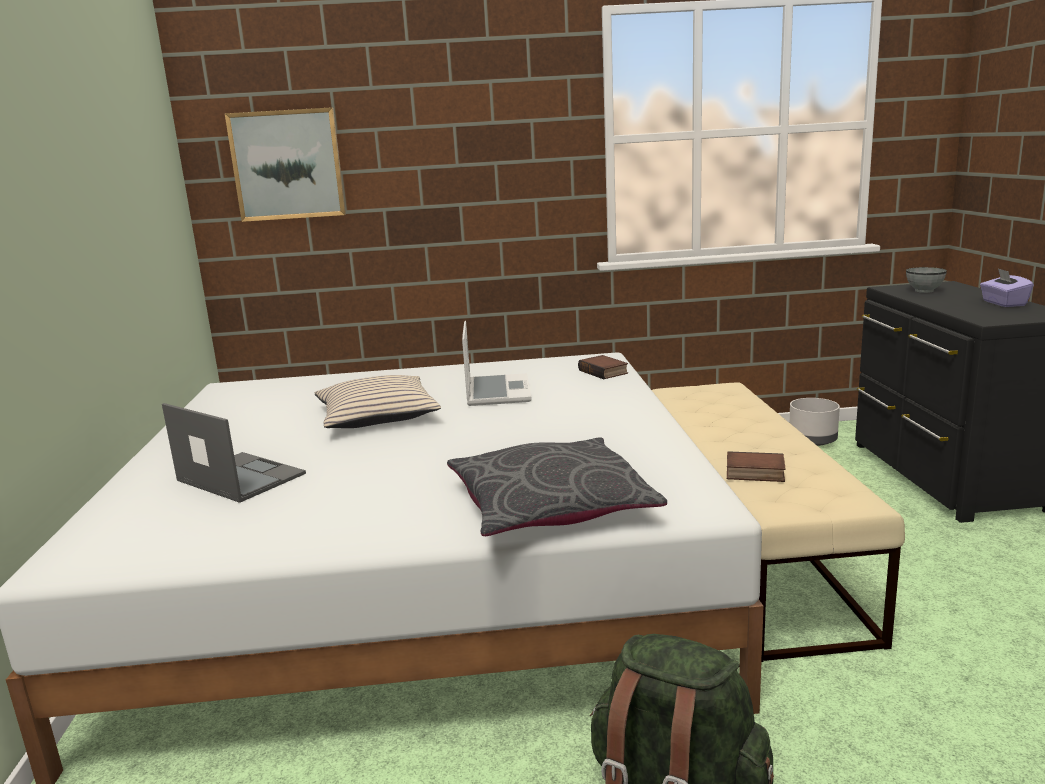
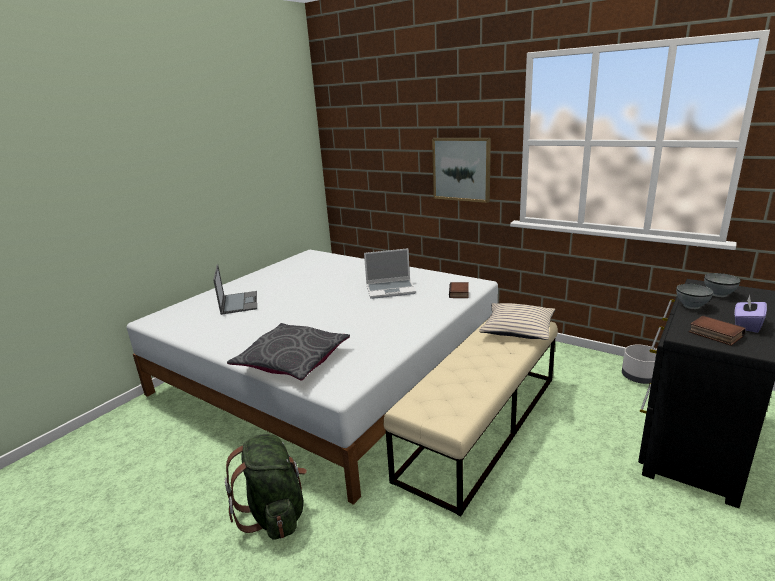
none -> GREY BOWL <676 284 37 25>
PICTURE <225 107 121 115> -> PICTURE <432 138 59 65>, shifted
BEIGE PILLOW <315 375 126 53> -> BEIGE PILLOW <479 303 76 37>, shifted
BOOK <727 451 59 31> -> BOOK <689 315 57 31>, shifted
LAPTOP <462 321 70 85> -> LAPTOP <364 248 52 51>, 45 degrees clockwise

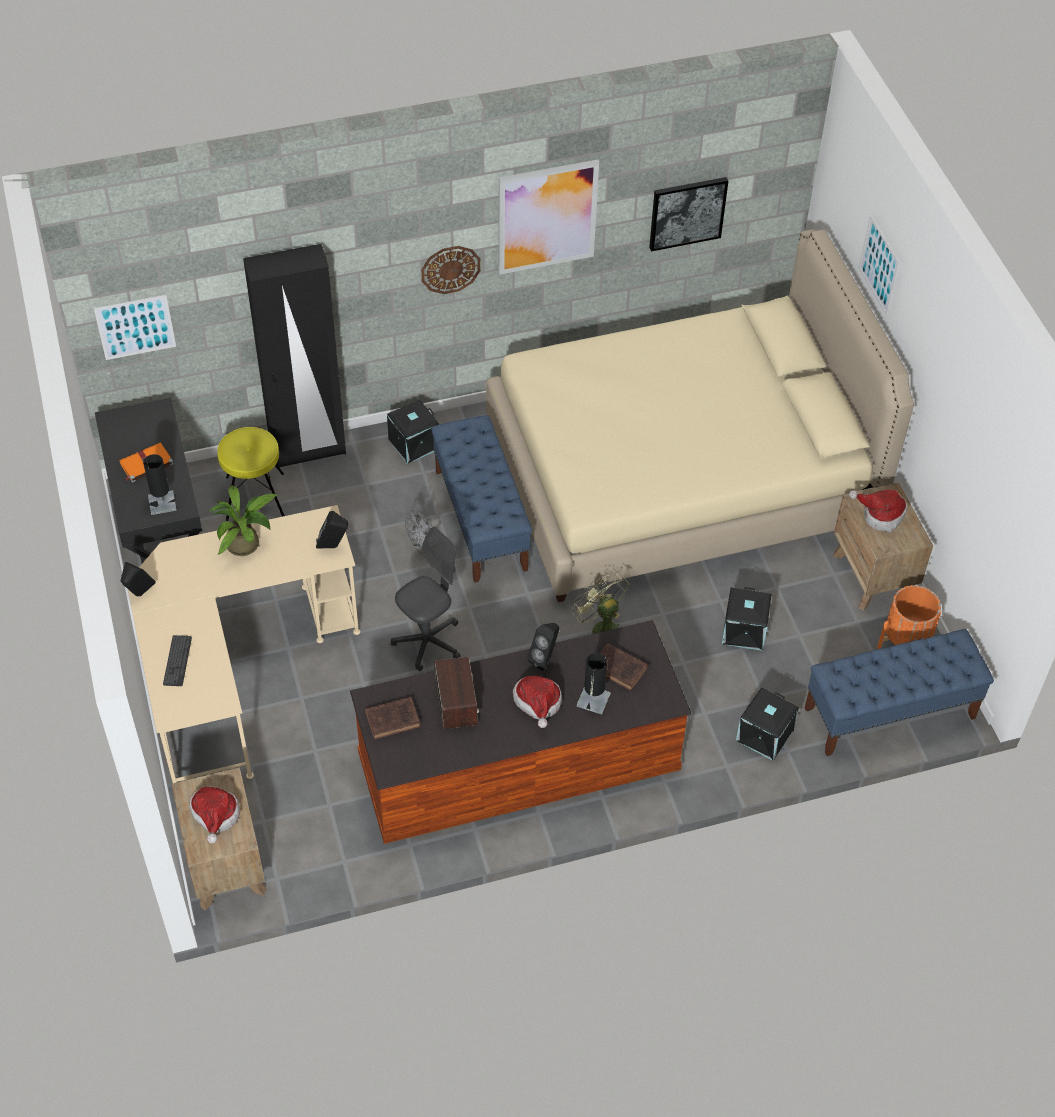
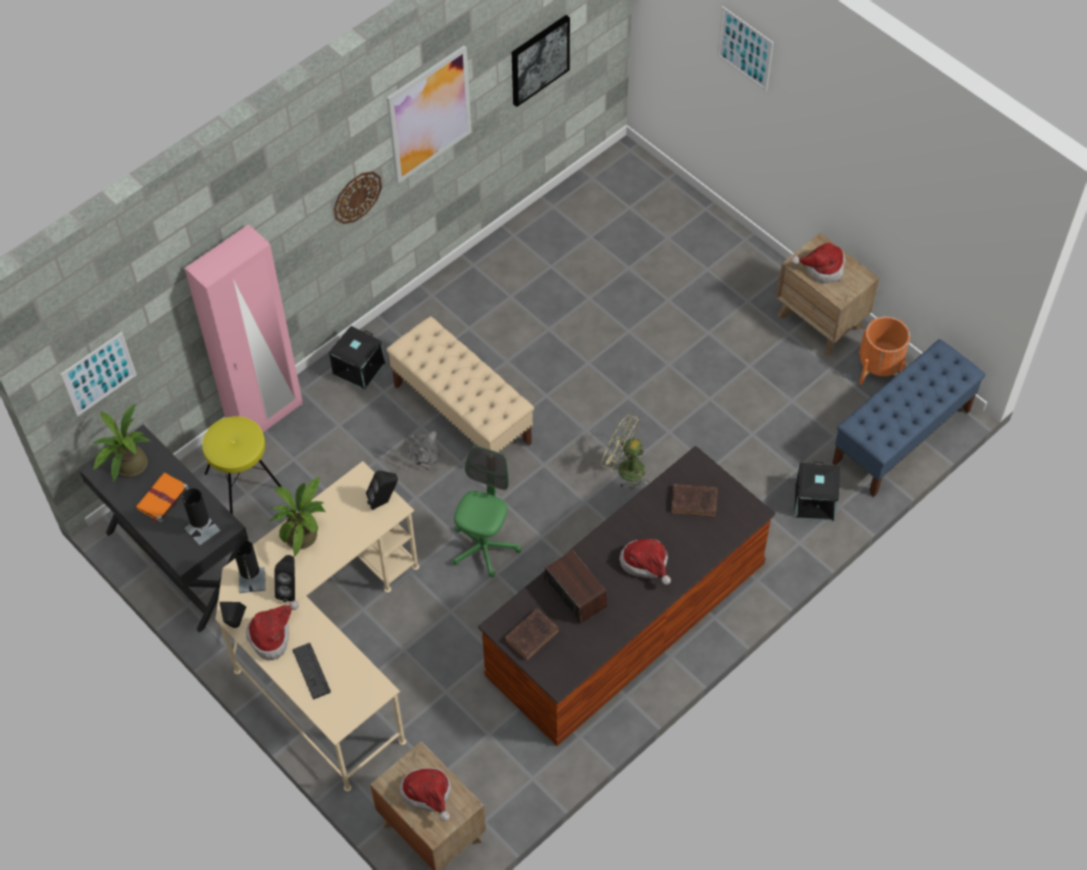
BEIGE BED <486 230 428 372> -> none
BLACK STORAGE BOX <722 587 50 64> -> none
none -> POTTED PLANT <93 404 59 79>
none -> HAT <246 601 53 59>
BLACK SPEAKER <527 623 33 48> -> BLACK SPEAKER <275 555 20 47>, shifted
BLACK TABLE LAMP <576 653 35 61> -> BLACK TABLE LAMP <233 540 33 53>, shifted
BLACK WARDROBE <243 244 103 223> -> PINK WARDROBE <185 224 117 208>
GREY OFFICE CHAIR <391 527 70 144> -> GREEN OFFICE CHAIR <453 445 68 133>
BLUE BENCH <431 415 101 168> -> BEIGE BENCH <386 317 148 135>

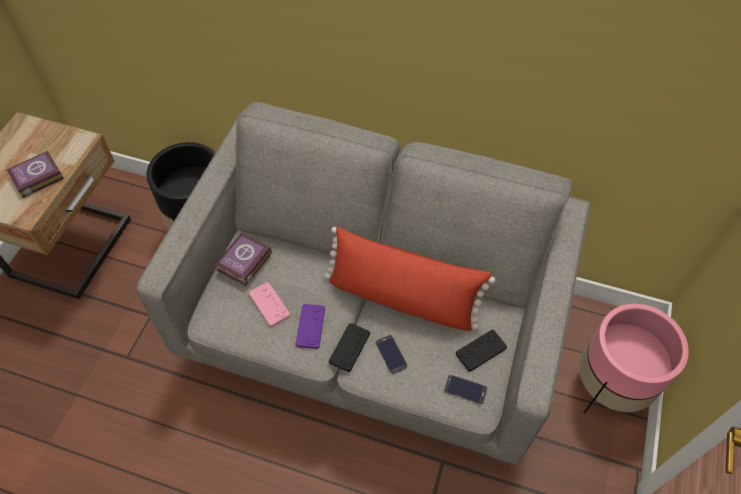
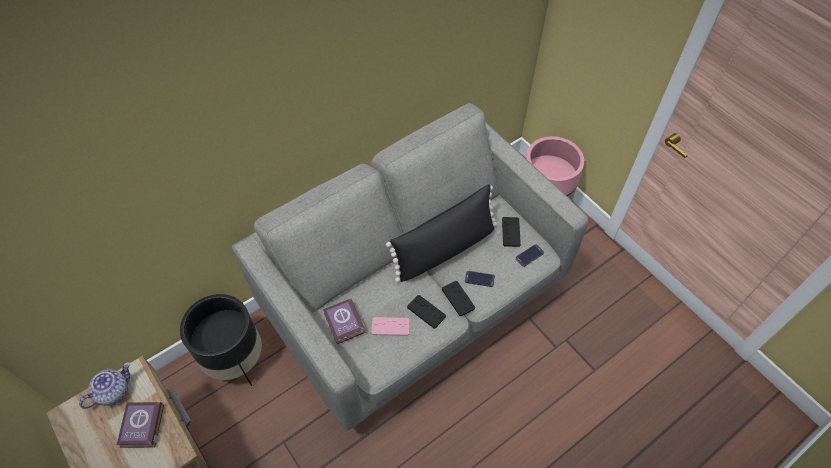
none -> TEAPOT <79 362 51 47>
PURPLE GAME CONTROLLER <295 304 30 45> -> BLACK GAME CONTROLLER <407 295 39 33>
RED PILLOW <324 227 171 104> -> BLACK PILLOW <386 184 111 98>

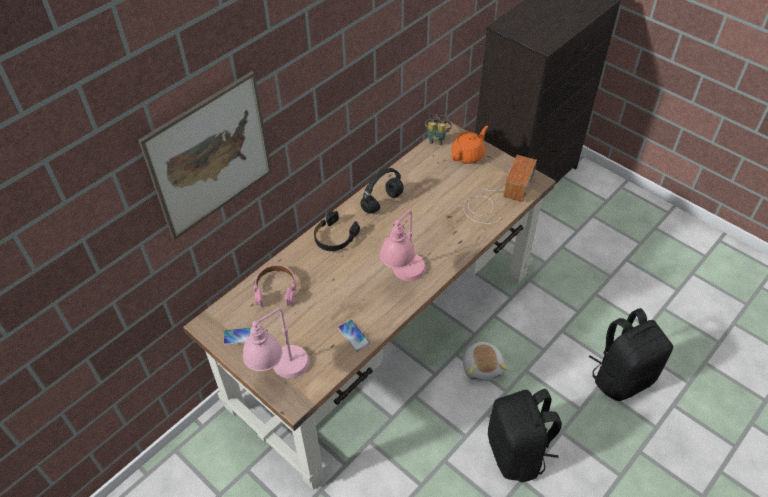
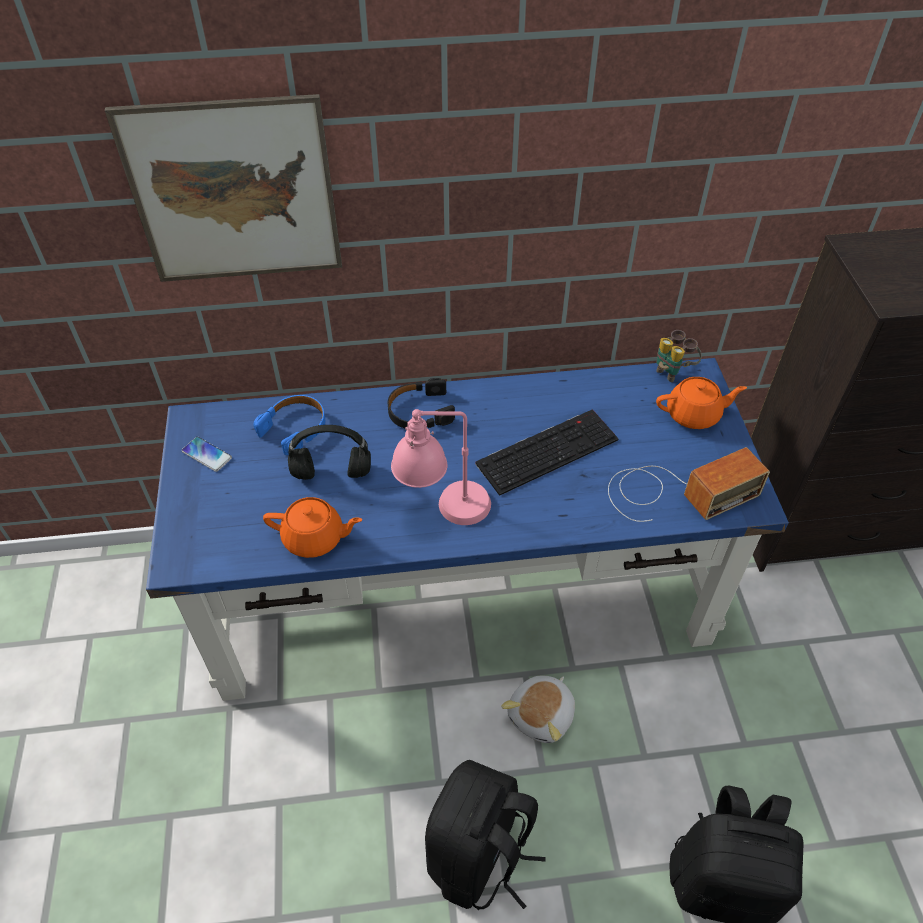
PINK TABLE LAMP <243 308 67 70> -> none
none -> KEYBOARD <475 409 144 87>
BLACK HEADPHONES <360 168 44 46> -> BLACK HEADPHONES <288 425 83 55>, shifted
PHONE <338 320 32 32> -> ORANGE TEAPOT <263 497 99 61>
BROWN DESK <183 121 373 369> -> BLUE DESK <146 358 643 343>
PINK HEADPHONES <254 265 42 42> -> BLUE HEADPHONES <253 395 72 60>

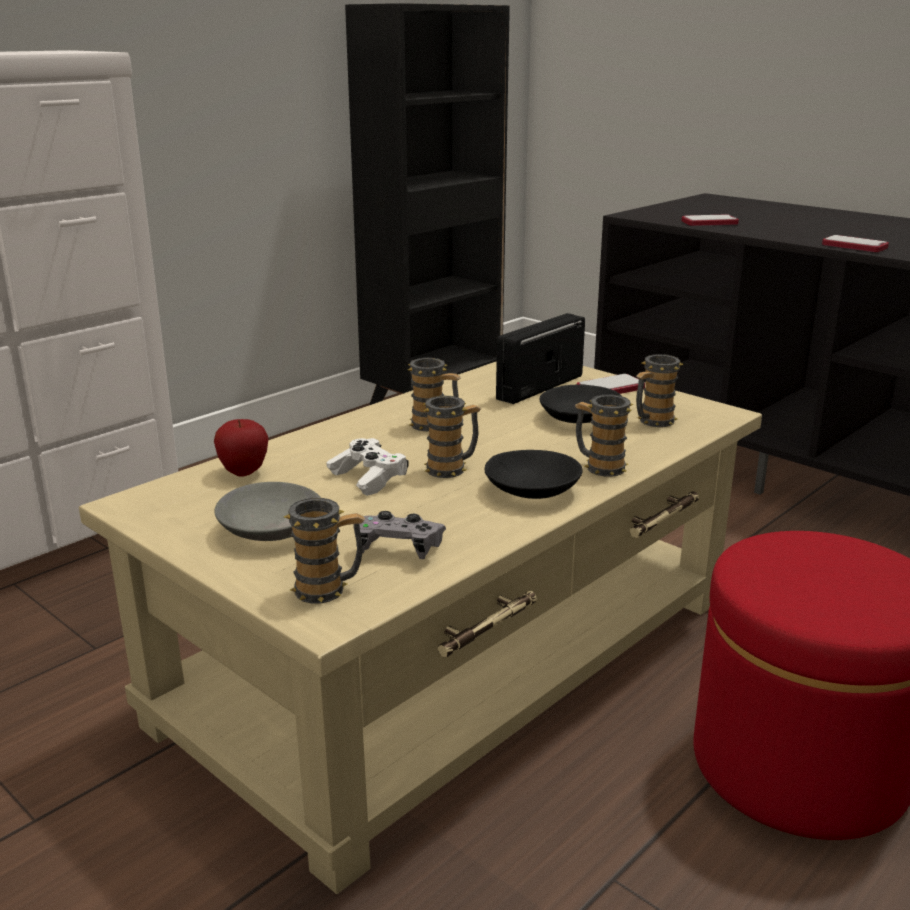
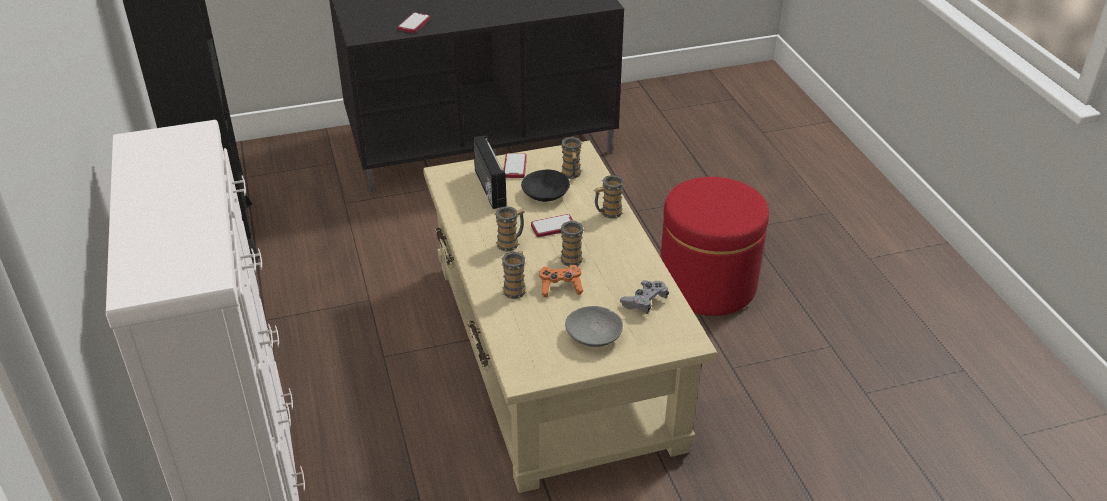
APPLE <214 419 55 58> -> none
BLACK BOWL <484 450 99 49> -> none
MUG <284 498 81 105> -> MUG <501 251 25 48>, shifted
PHONE <822 235 67 17> -> PHONE <531 214 42 23>, shifted
WHITE GAME CONTROLLER <326 438 83 58> -> ORANGE GAME CONTROLLER <539 265 44 32>

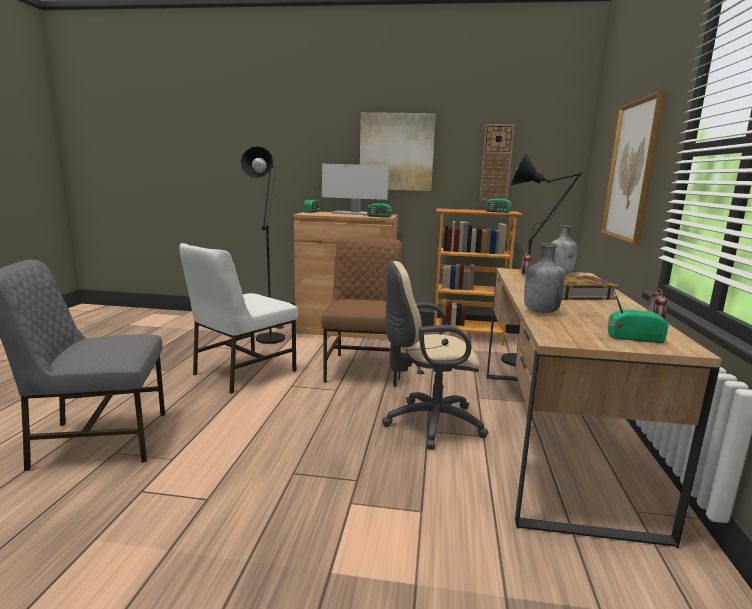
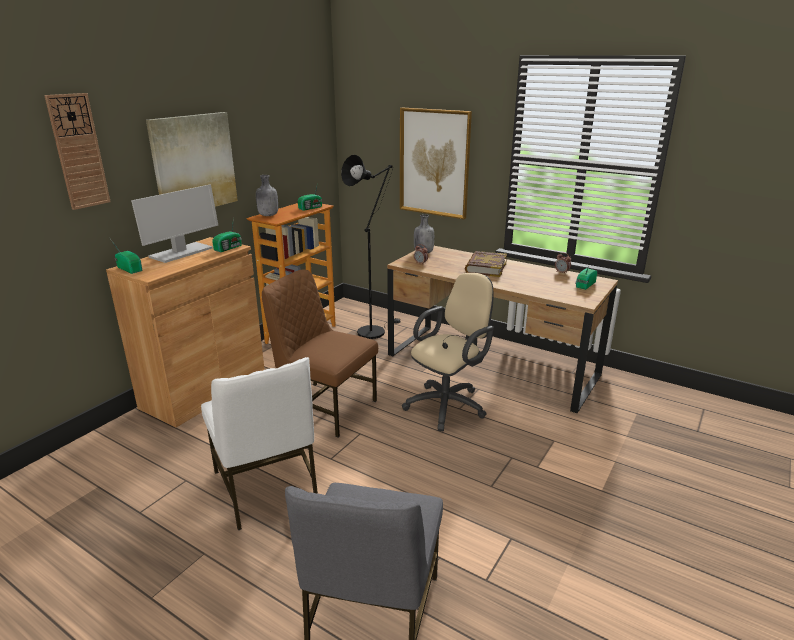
BLACK FLOOR LAMP <241 146 44 198> -> none
WALL CLOCK <480 124 35 77> -> WALL CLOCK <44 93 67 117>, shifted
GREY BOTTLE <524 243 41 71> -> GREY BOTTLE <256 175 22 41>, shifted
BEIGE OFFICE CHAIR <382 261 107 189> -> BEIGE OFFICE CHAIR <402 273 92 158>, 150 degrees counterclockwise

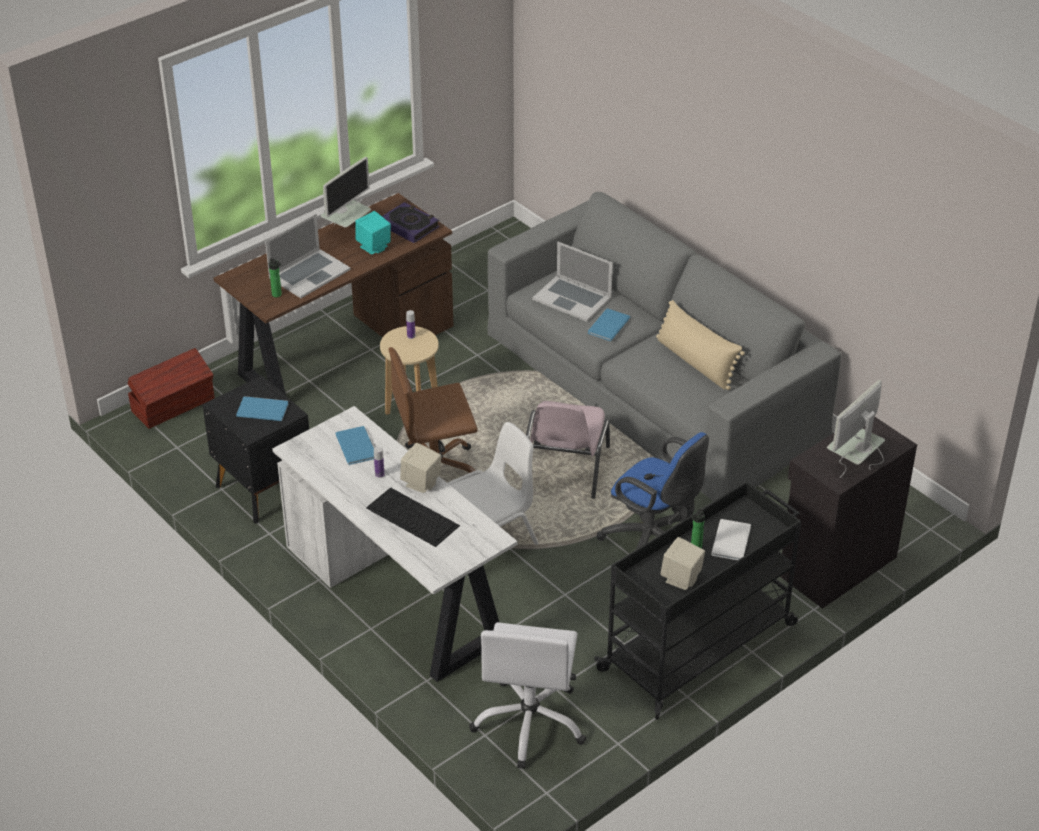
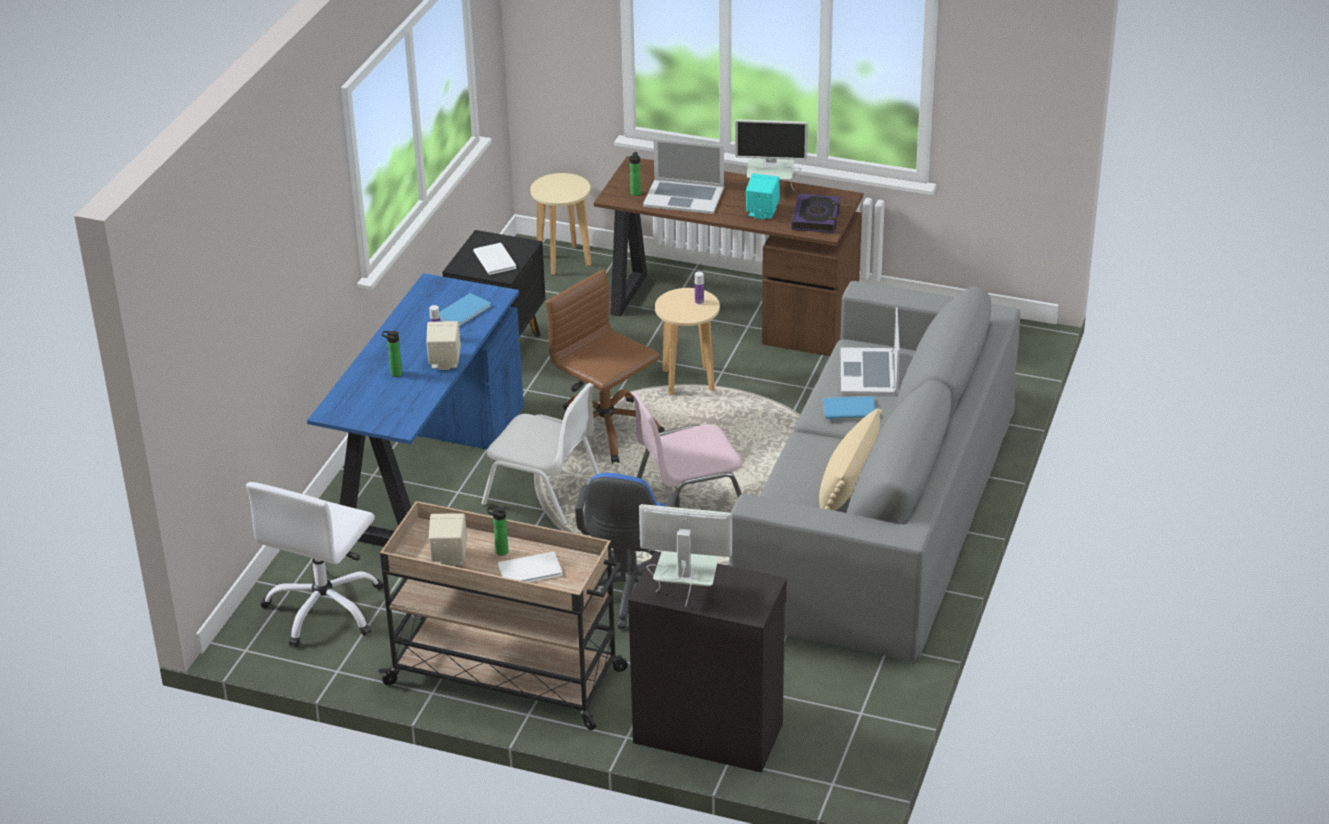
BROWN STORAGE BOX <128 348 87 81> -> BEIGE STOOL <530 173 61 102>
KEYBOARD <366 487 94 60> -> BOTTLE <382 331 20 46>
BLUE BOOK <236 396 52 25> -> WHITE BOOK <473 243 43 32>
WHITE DESK <272 406 246 276> -> BLUE DESK <307 273 217 274>
BLACK CART <594 481 207 239> -> BEIGE CART <378 501 250 230>
WHITE OFFICE CHAIR <469 622 117 147> -> WHITE OFFICE CHAIR <246 482 138 165>, 45 degrees counterclockwise

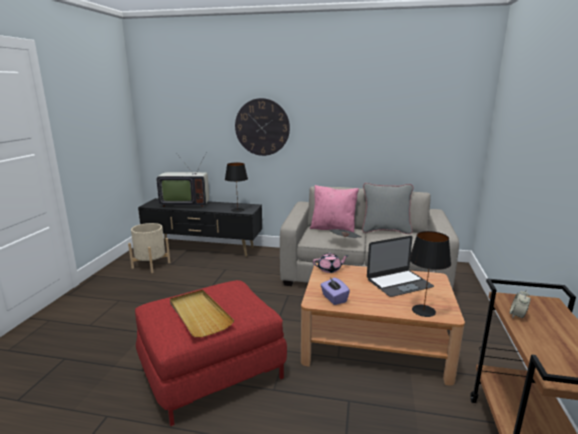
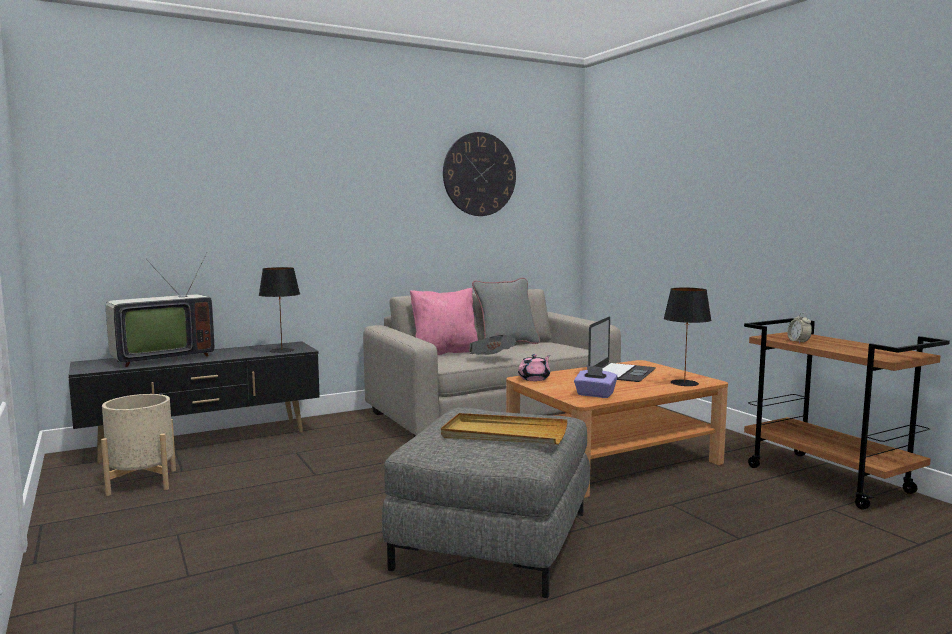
WALL CLOCK <235 98 55 58> -> WALL CLOCK <443 132 73 84>, shifted
RED OTTOMAN <135 280 152 146> -> GREY OTTOMAN <382 407 208 191>

